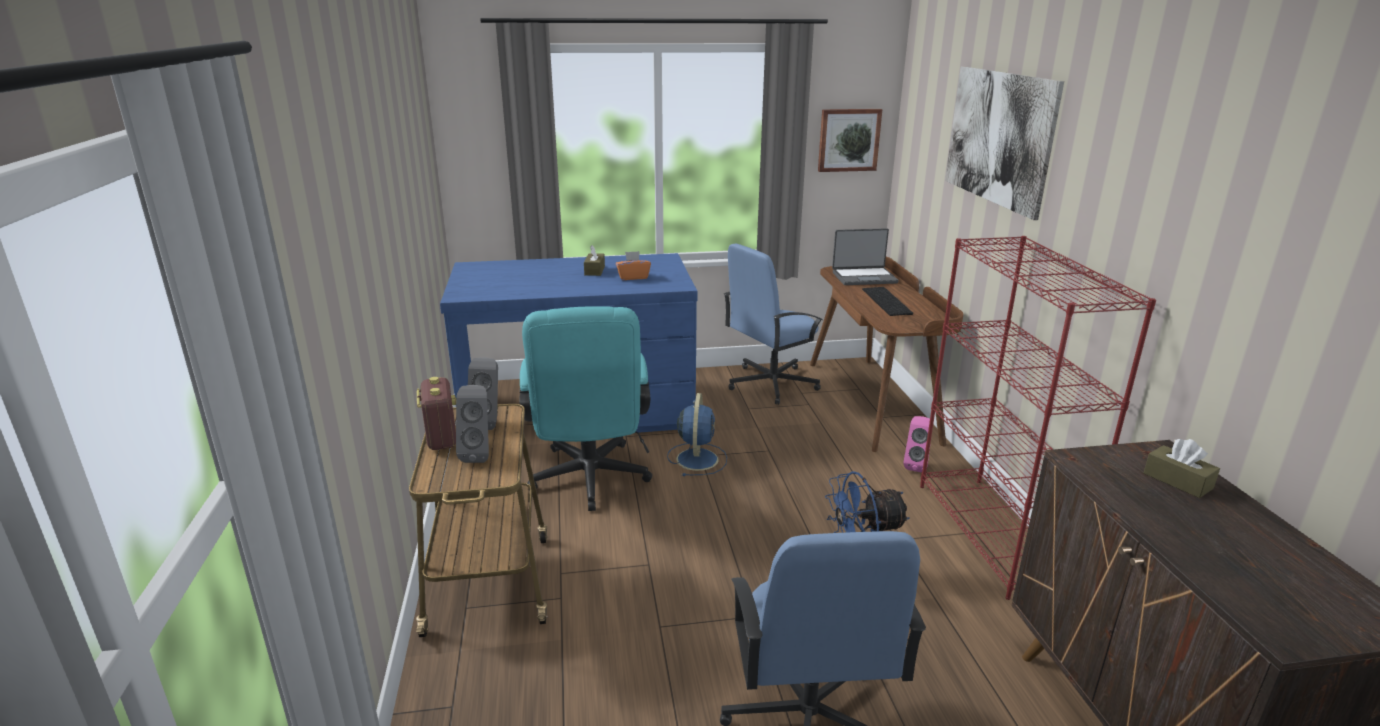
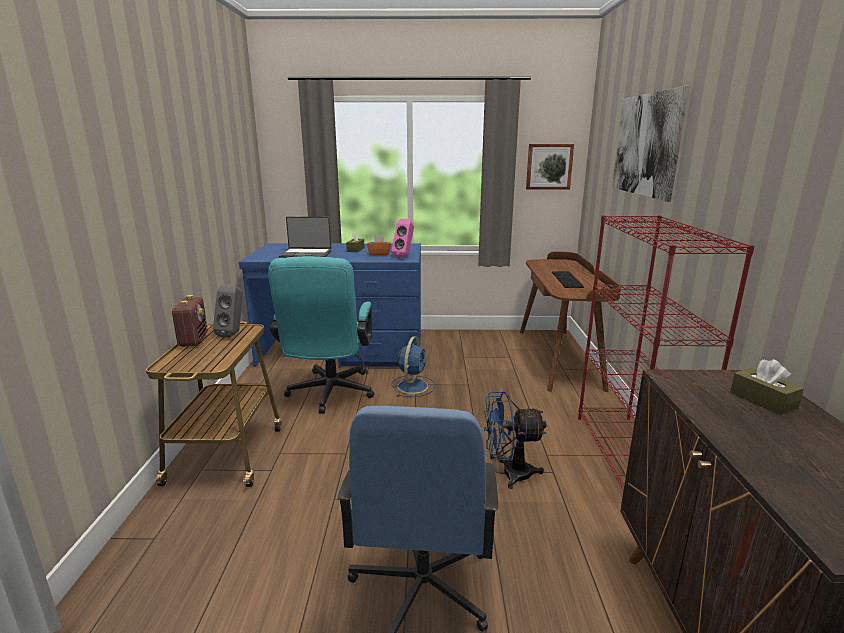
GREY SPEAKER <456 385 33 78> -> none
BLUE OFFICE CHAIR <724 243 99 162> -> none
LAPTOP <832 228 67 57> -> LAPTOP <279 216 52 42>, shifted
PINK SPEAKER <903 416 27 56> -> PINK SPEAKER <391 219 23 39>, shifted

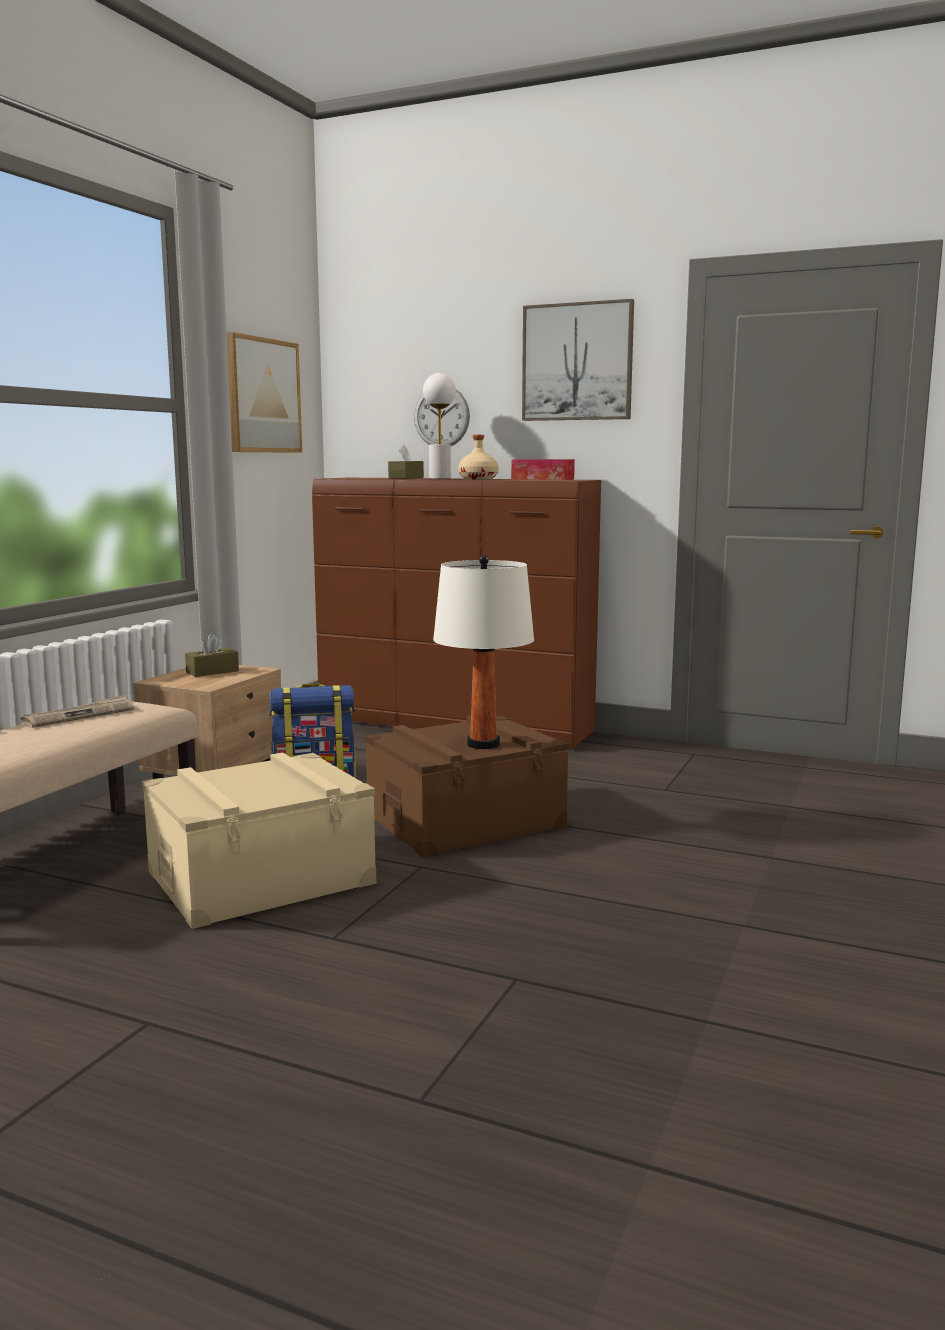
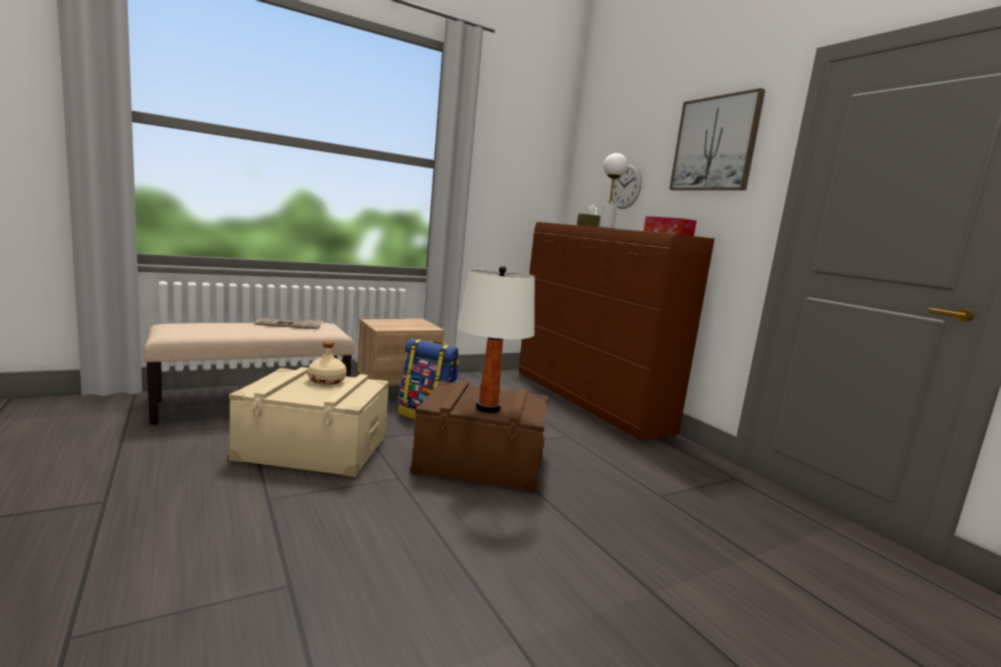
BROWN TISSUE BOX <185 633 54 44> -> none
PICTURE <226 332 76 121> -> none
BEIGE BOTTLE <458 435 41 44> -> BEIGE BOTTLE <307 341 40 44>, shifted

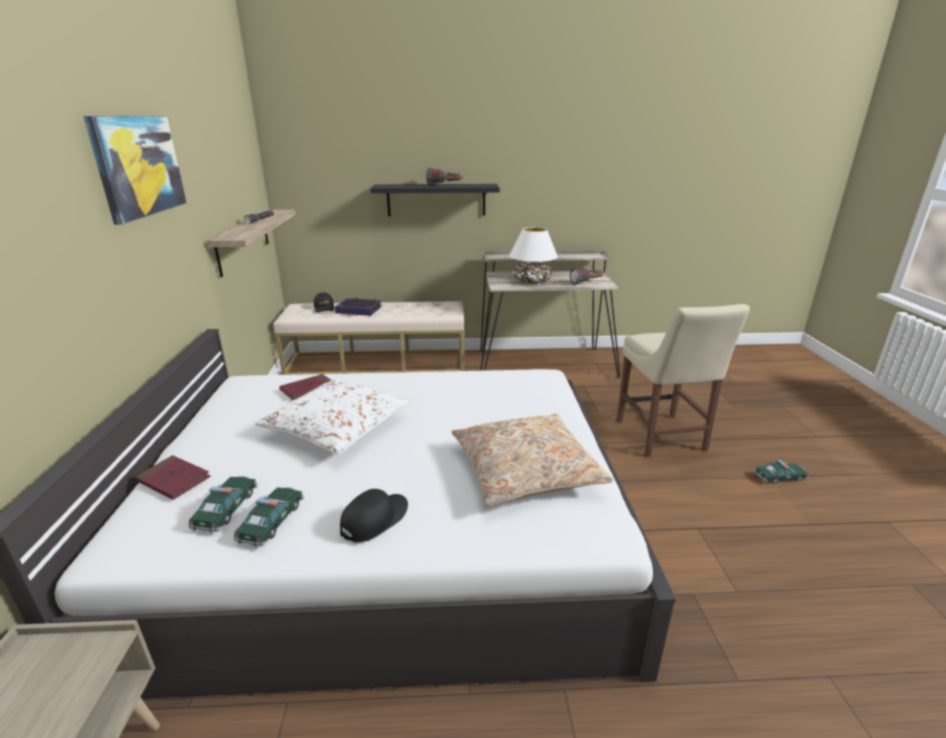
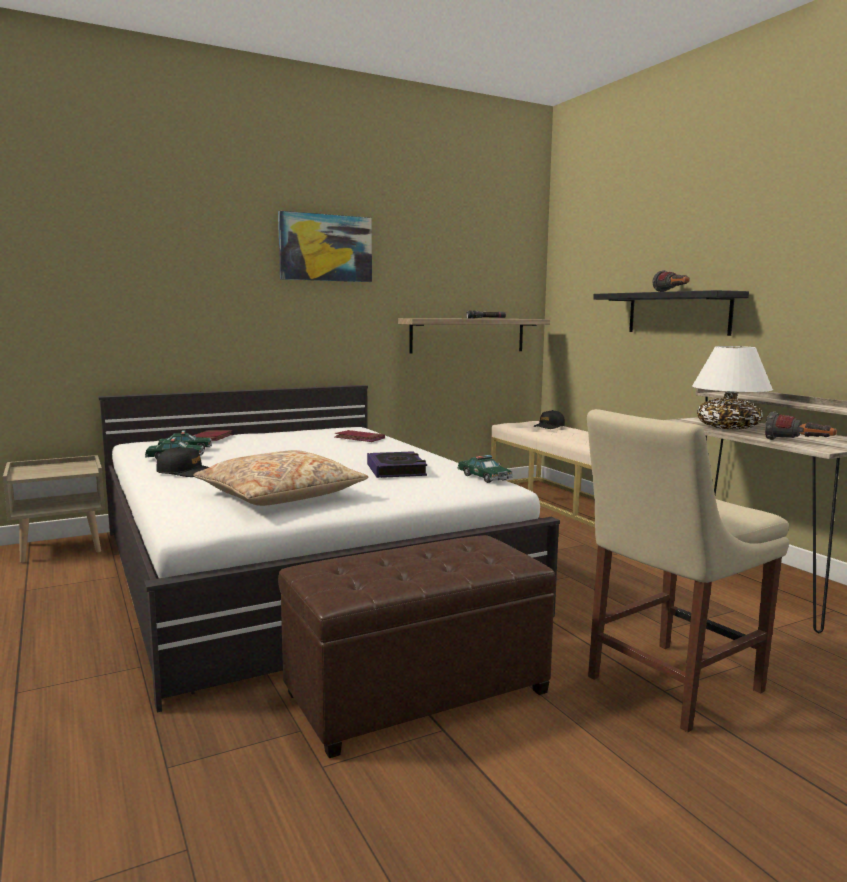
WHITE PILLOW <255 379 156 76> -> none
none -> BROWN OTTOMAN <278 535 278 223>
BOOK <335 298 47 18> -> BOOK <367 451 60 27>, shifted
TOY CAR <754 460 55 24> -> TOY CAR <457 455 56 28>, shifted

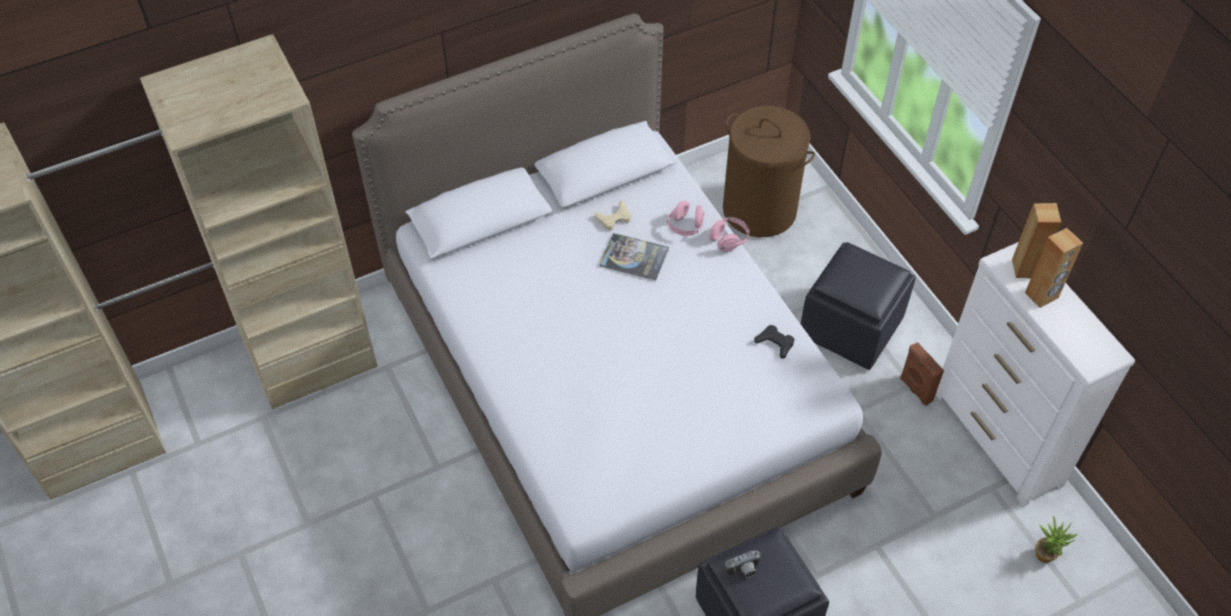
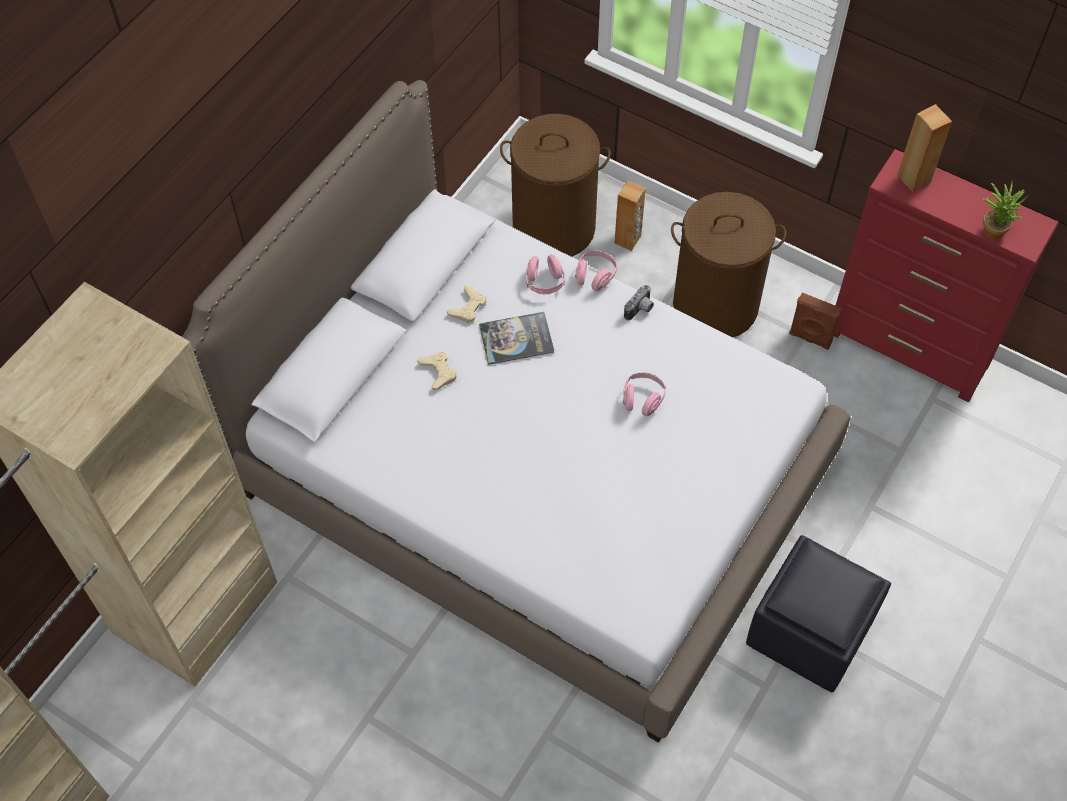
BLACK GAME CONTROLLER <754 325 40 34> -> none
none -> BEIGE GAME CONTROLLER <417 352 40 38>
none -> PINK HEADPHONES <623 372 43 44>
PHOTO CAMERA <724 551 37 26> -> PHOTO CAMERA <624 285 30 35>, shifted
BROWN SPEAKER <1025 228 58 80> -> BROWN SPEAKER <615 181 31 70>, shifted
POTTED PLANT <1035 516 43 47> -> POTTED PLANT <983 180 45 59>, shifted
BLACK OTTOMAN <801 242 115 128> -> BROWN LAUNDRY BASKET <671 192 115 145>
WHITE DRESSER <936 242 199 265> -> RED DRESSER <834 149 225 253>

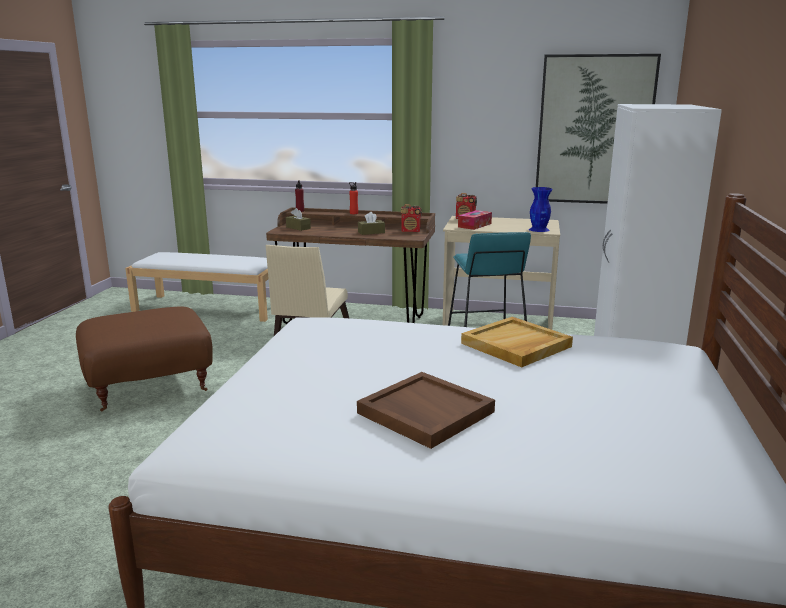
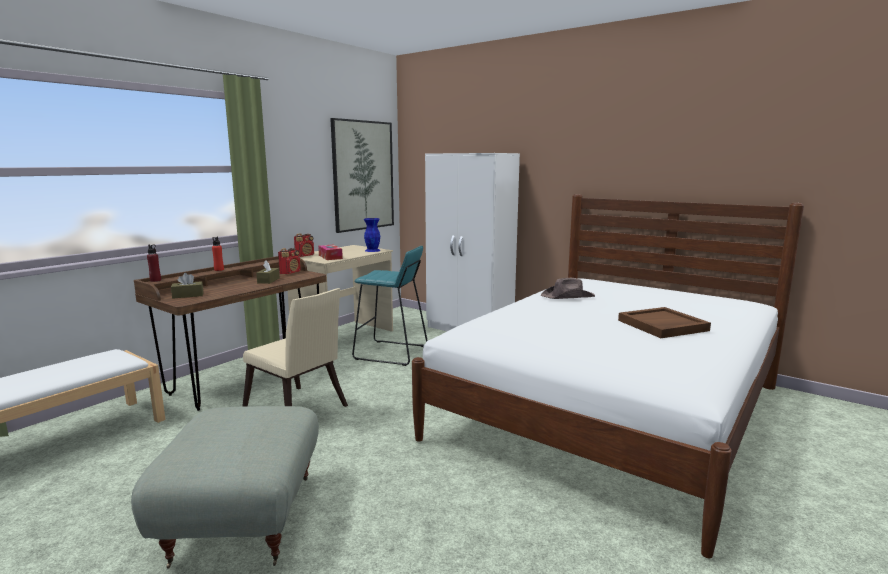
BEIGE TRAY <461 317 112 51> -> BROWN HAT <541 278 54 21>
BROWN OTTOMAN <76 307 137 105> -> GREY OTTOMAN <131 406 188 163>

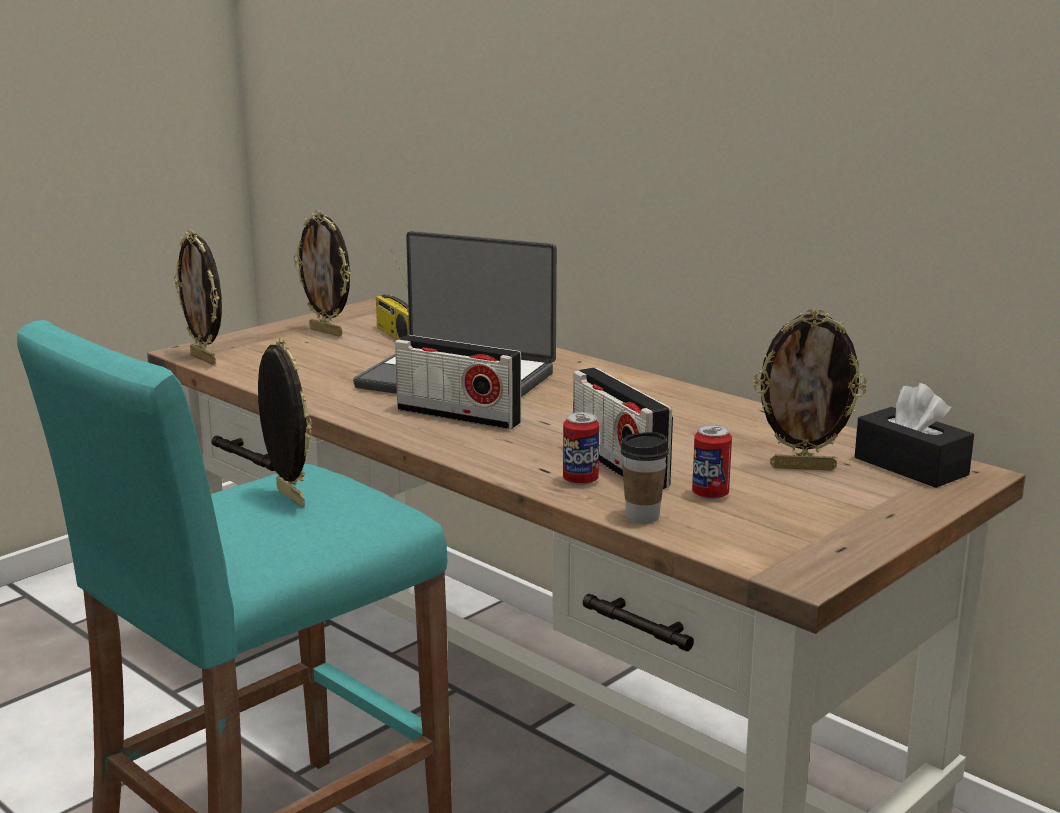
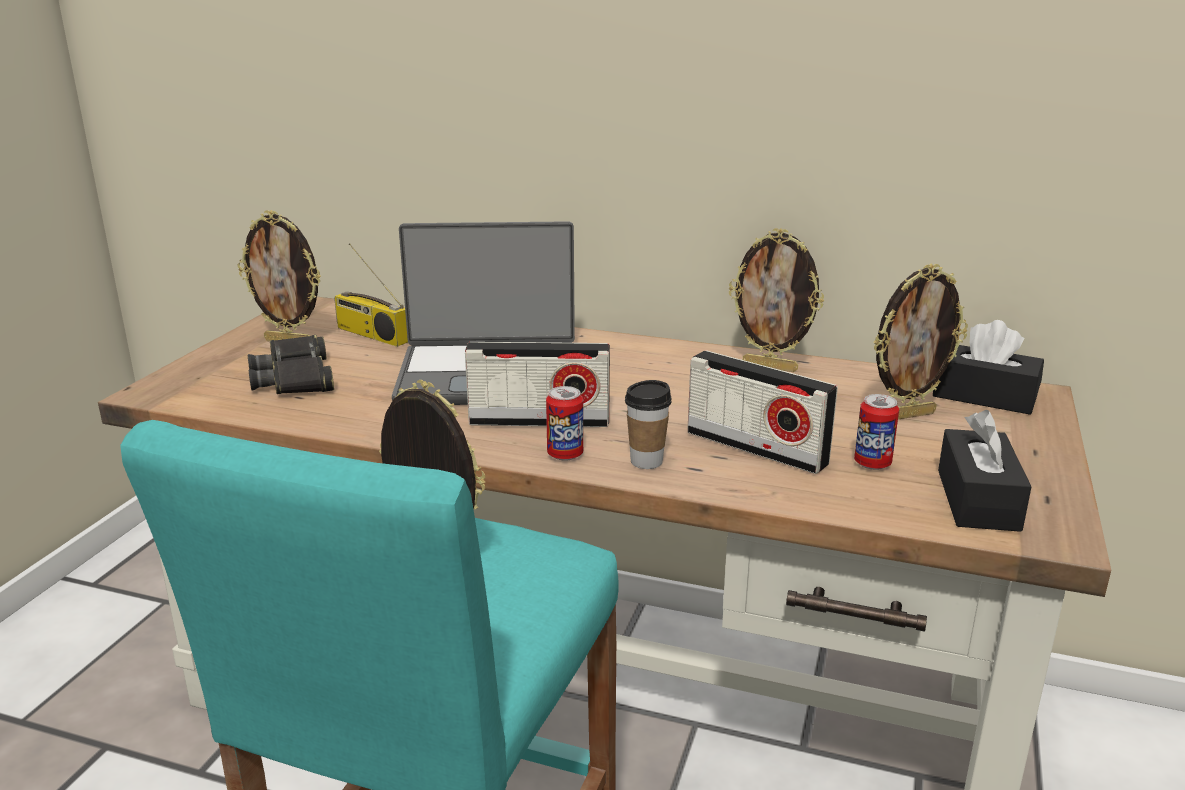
none -> BLACK BINOCULARS <248 335 86 59>
none -> BLACK TISSUE BOX <938 410 93 122>
PICTURE FRAME <174 230 48 135> -> PICTURE FRAME <729 228 95 144>, shifted
CAN <563 412 37 73> -> CAN <546 386 37 75>, shifted
CUP <621 432 48 92> -> CUP <625 380 47 89>, shifted

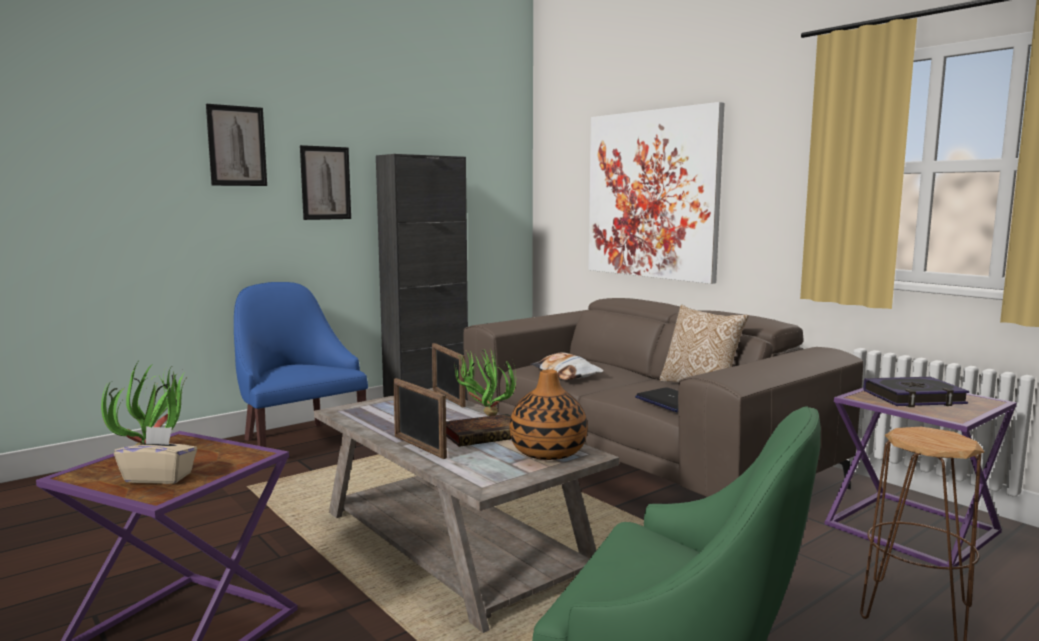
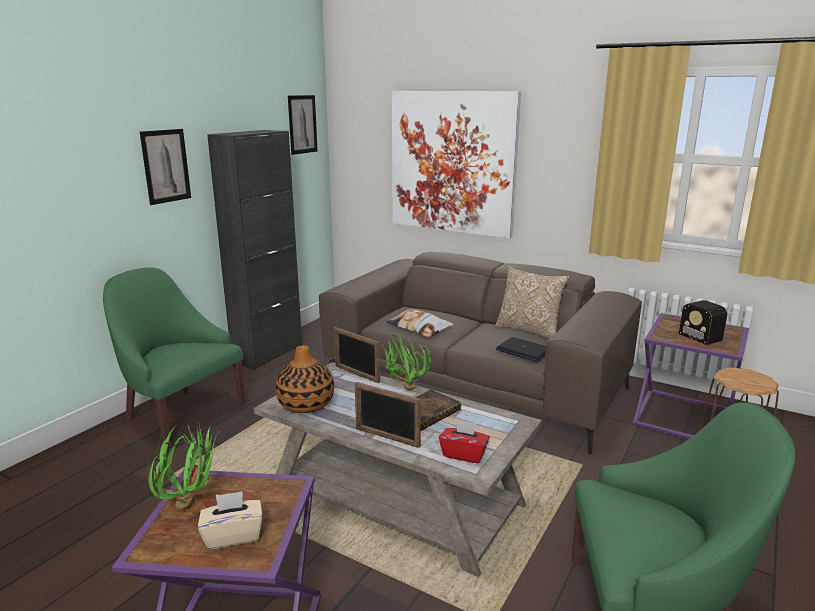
none -> RED TISSUE BOX <439 419 51 44>
PICTURE <206 104 61 82> -> PICTURE <288 95 30 60>, shifted
VASE <510 369 77 91> -> VASE <275 345 59 68>, shifted
BOOK <863 377 106 30> -> RADIO <665 300 62 45>
BLUE ARMCHAIR <234 282 134 165> -> GREEN ARMCHAIR <103 267 142 181>

